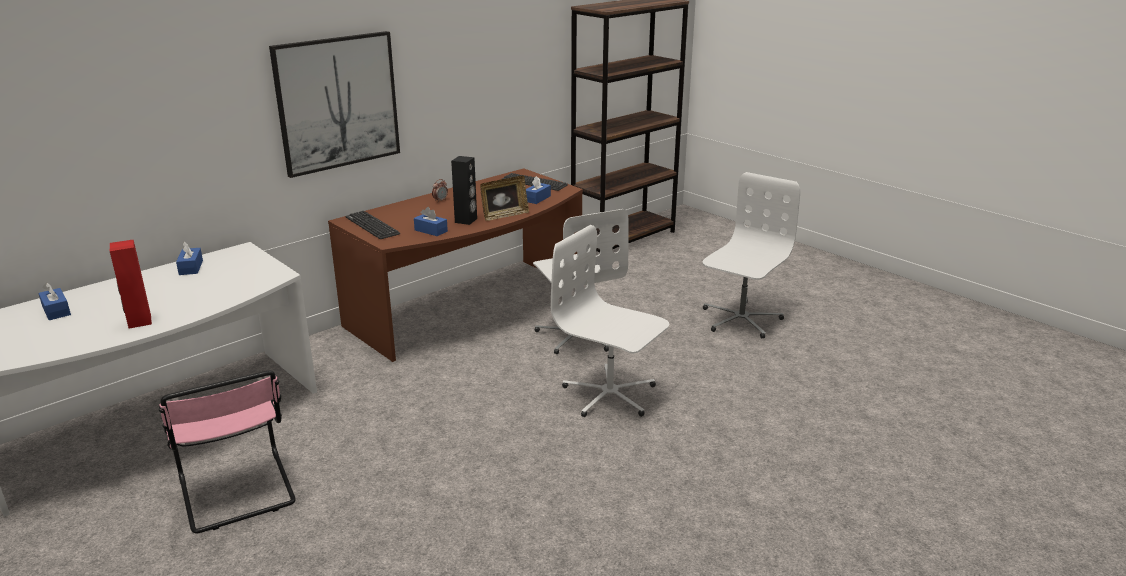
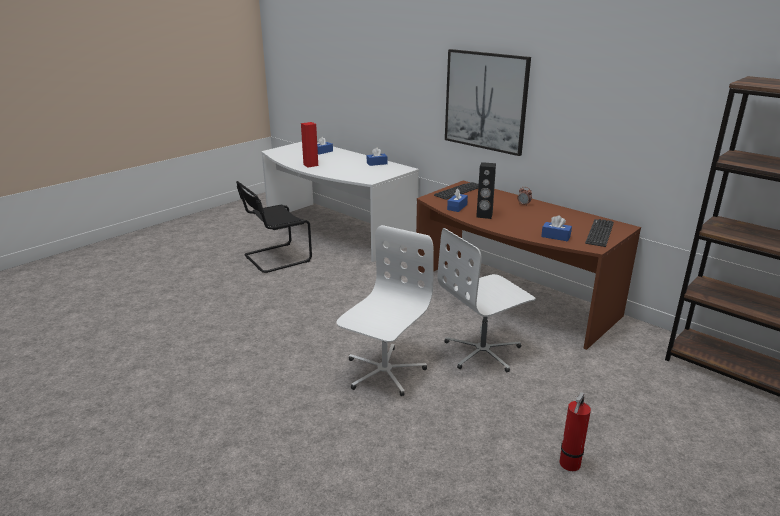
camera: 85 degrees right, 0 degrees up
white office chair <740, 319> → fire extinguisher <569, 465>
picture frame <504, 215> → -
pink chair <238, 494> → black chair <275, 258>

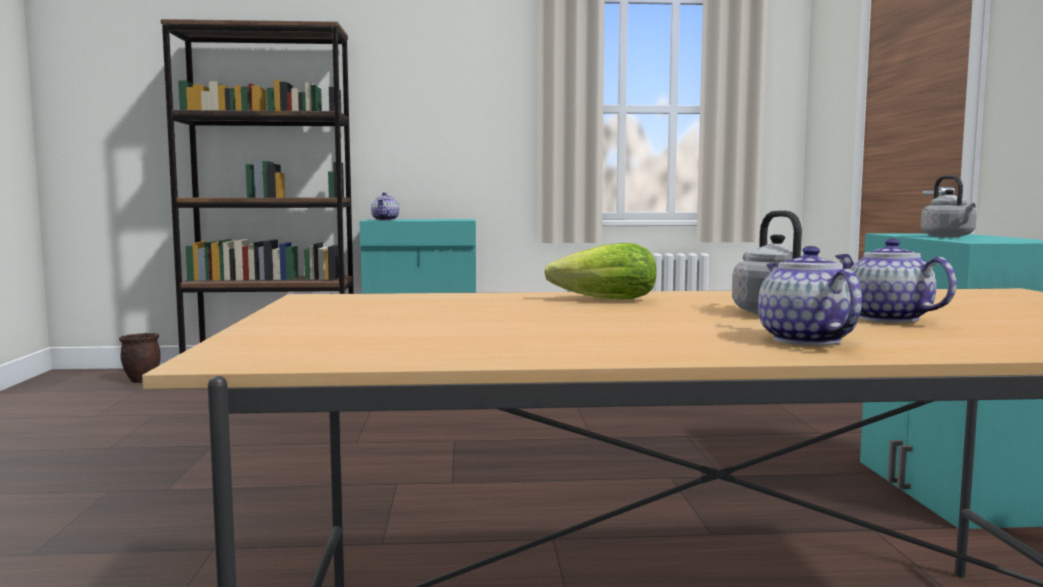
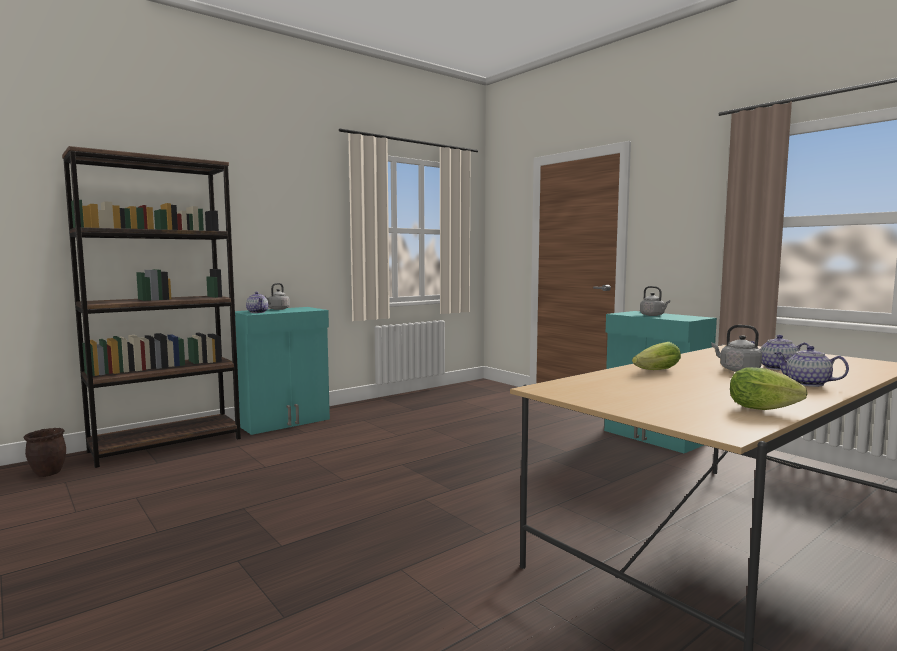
camera: 35 degrees left, 0 degrees up
- → grey kettle <277, 309>
- → lettuce <766, 409>

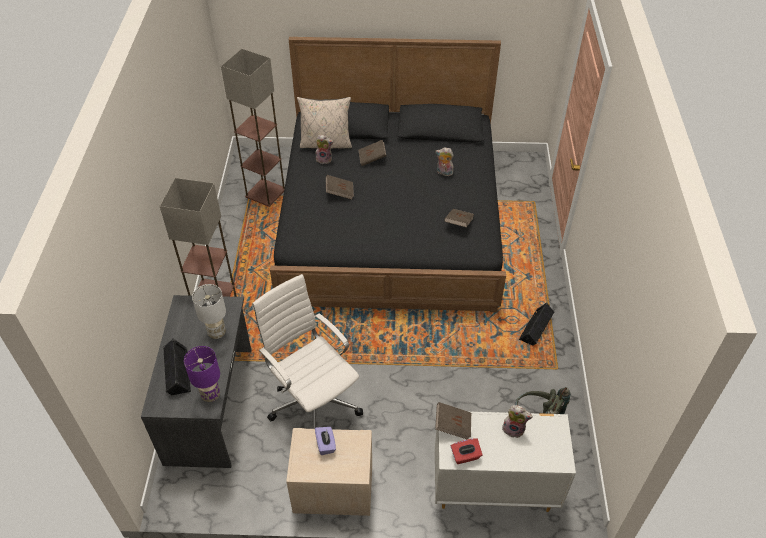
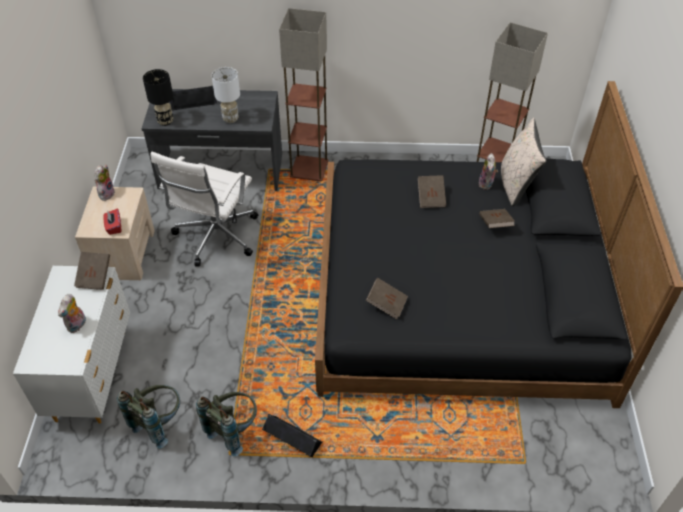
camera: 90 degrees right, 0 degrees up
plush toy <444, 173> → plush toy <106, 193>, relocated
white office chair <313, 401> → white office chair <215, 237>, 150 degrees clockwise
purple table lamp <211, 395> → black table lamp <165, 121>
purple tissue box <326, 444> → -
red tissue box <465, 456> → red tissue box <114, 227>, relocated
- → grey backpack <233, 429>

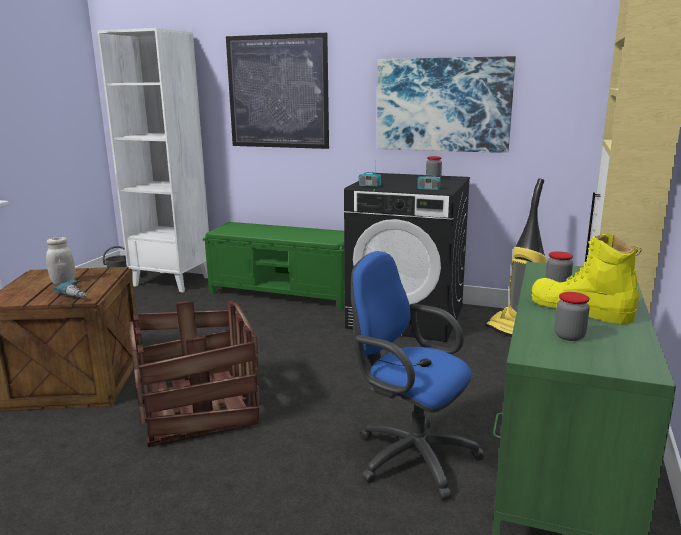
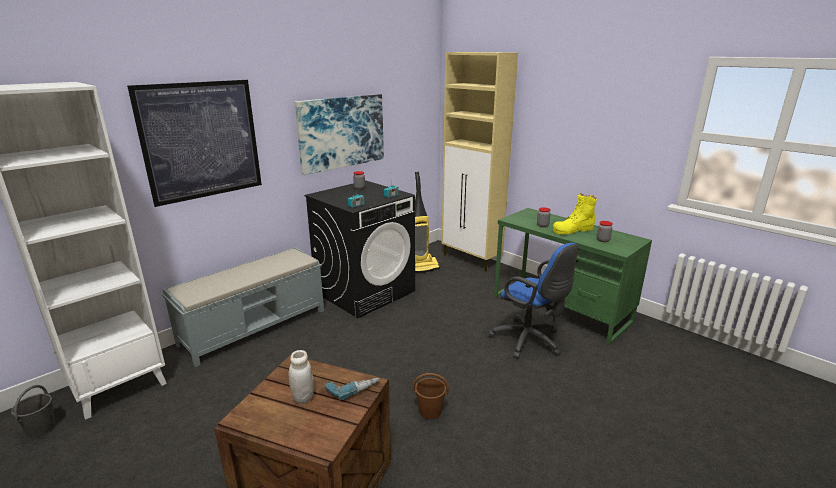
camera: 65 degrees left, 5 degrees up
green bench <284, 293> → grey bench <255, 326>
blue office chair <409, 455> → blue office chair <530, 342>, 105 degrees counterclockwise
crate <197, 409> → brown bucket <430, 411>

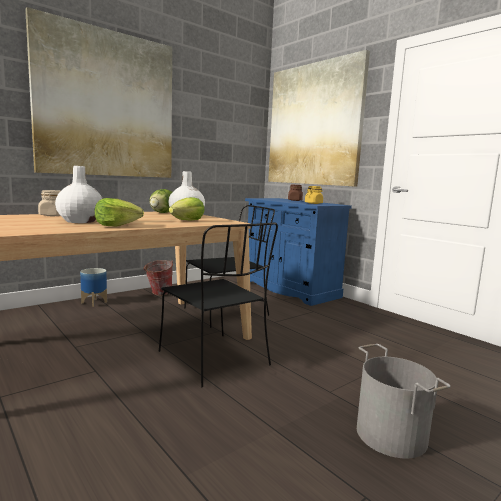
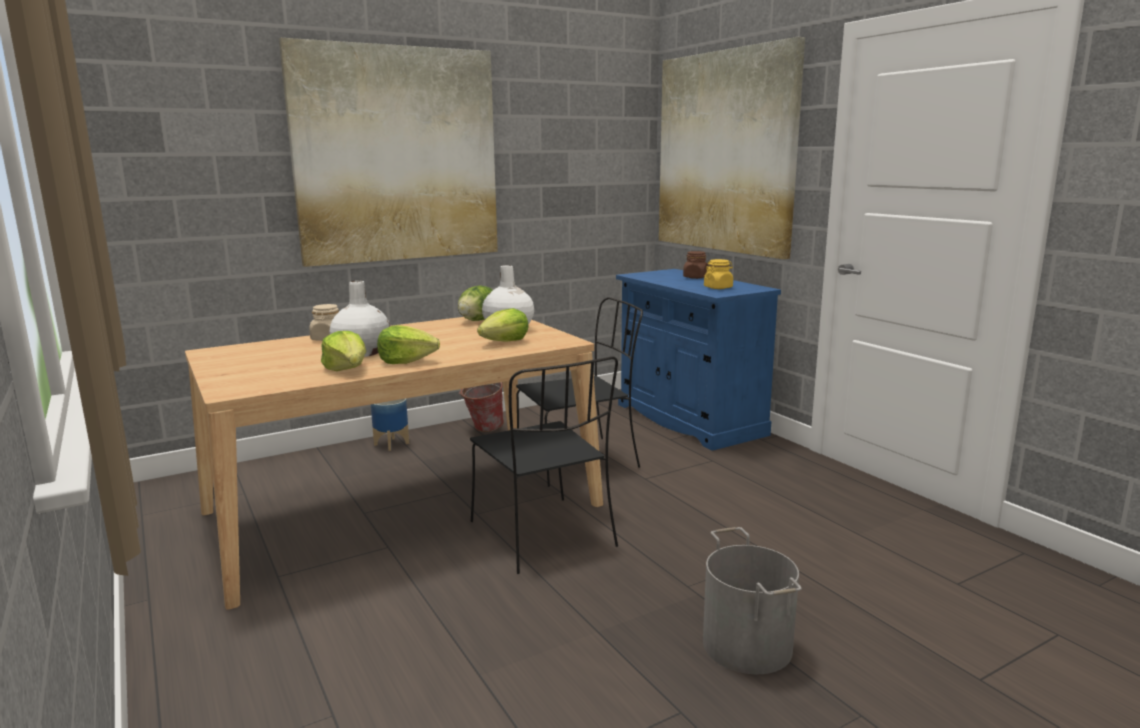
camera: 10 degrees right, 5 degrees up
- → lettuce <347, 369>

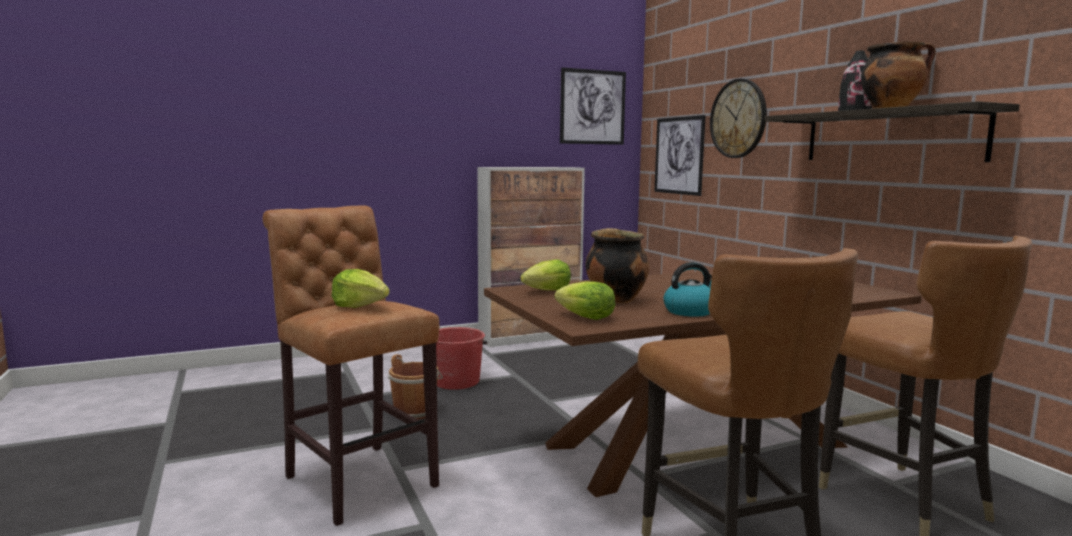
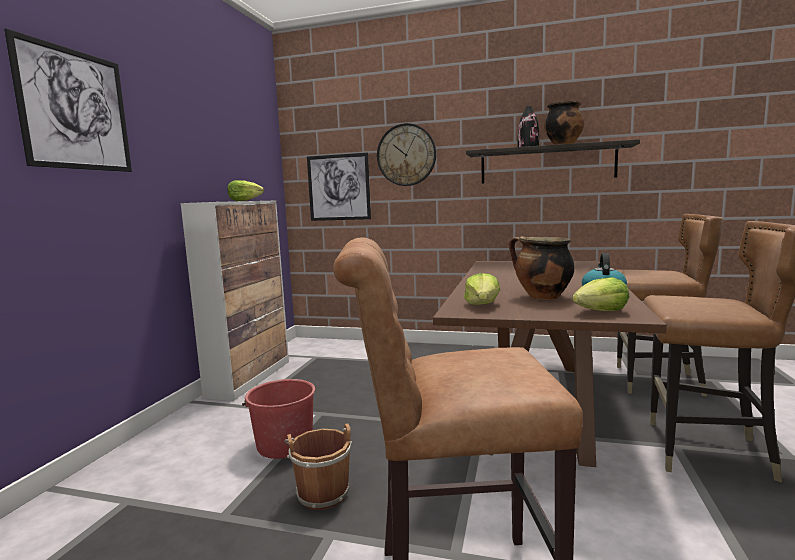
camera: 50 degrees left, 0 degrees up
picture <592, 107> → picture <75, 110>, relocated
lettuce <360, 306> → lettuce <244, 201>, relocated

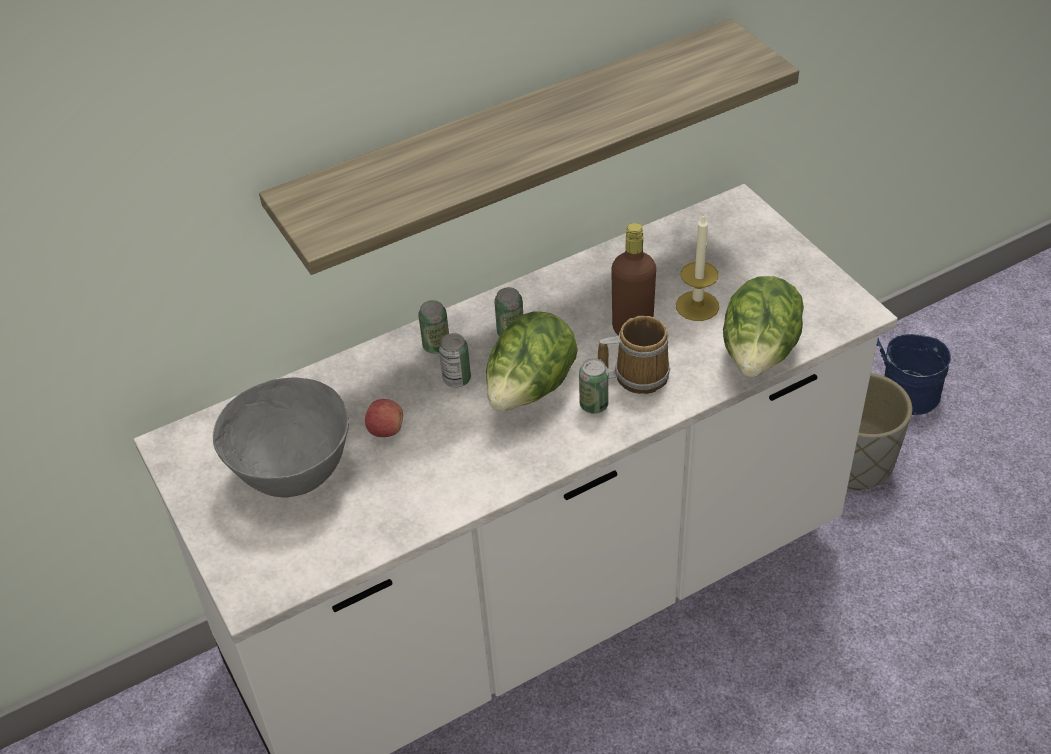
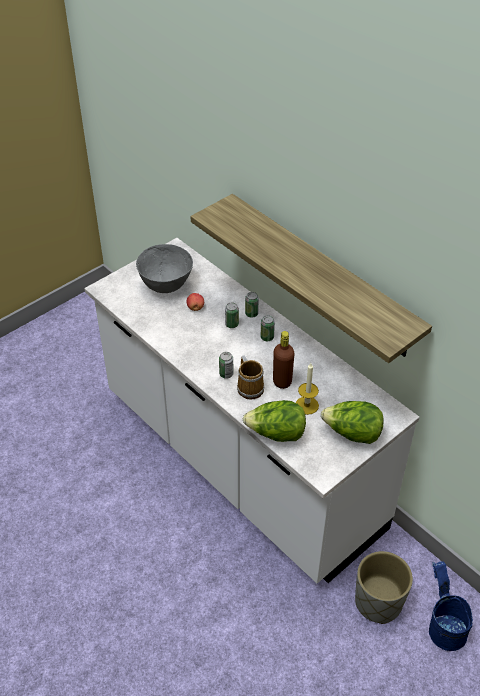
camera: 75 degrees right, 0 degrees up
lettuce <530, 390> → lettuce <352, 434>, relocated

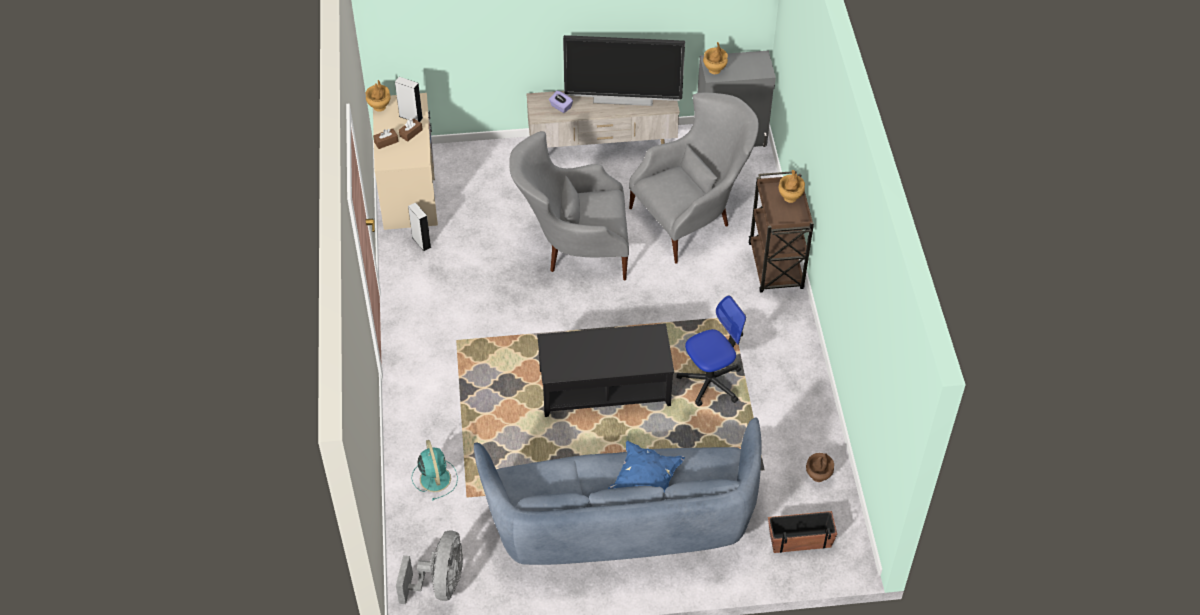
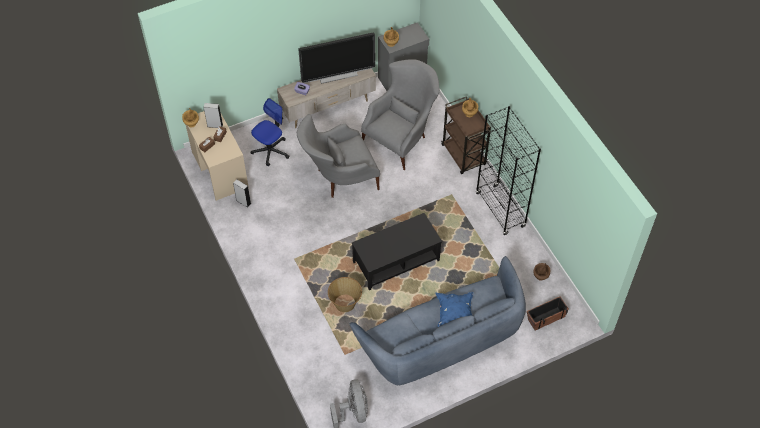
camera: 20 degrees left, 5 degrees up
office chair <710, 381> → office chair <270, 150>, relocated
turquoise fan <435, 477> → -
- → black bookcase <500, 210>
- → basket <345, 303>

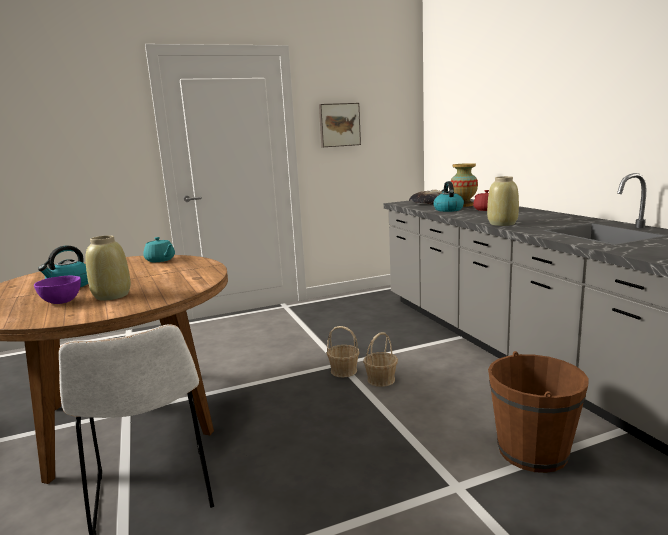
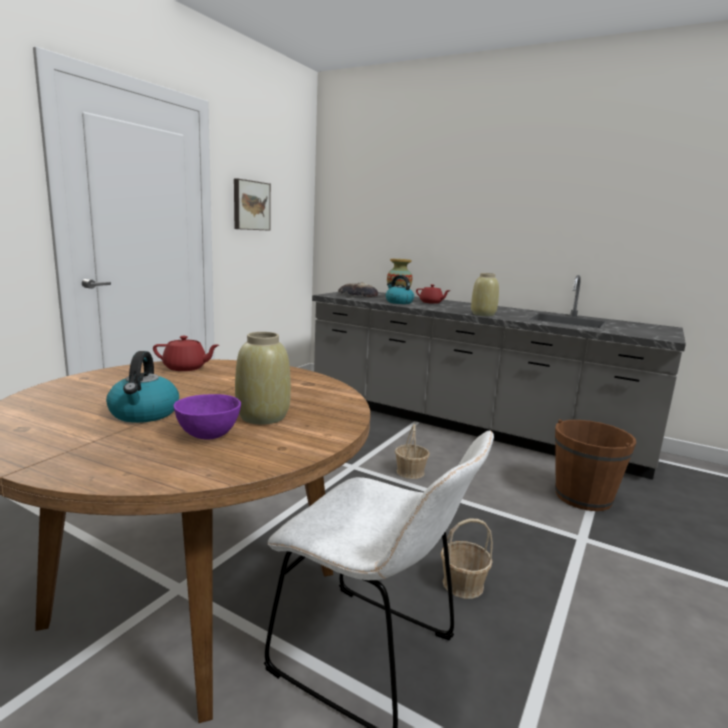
camera: 40 degrees left, 0 degrees up
turquoise teapot <160, 260> → red teapot <186, 368>
basket <343, 371> → basket <462, 584>, relocated

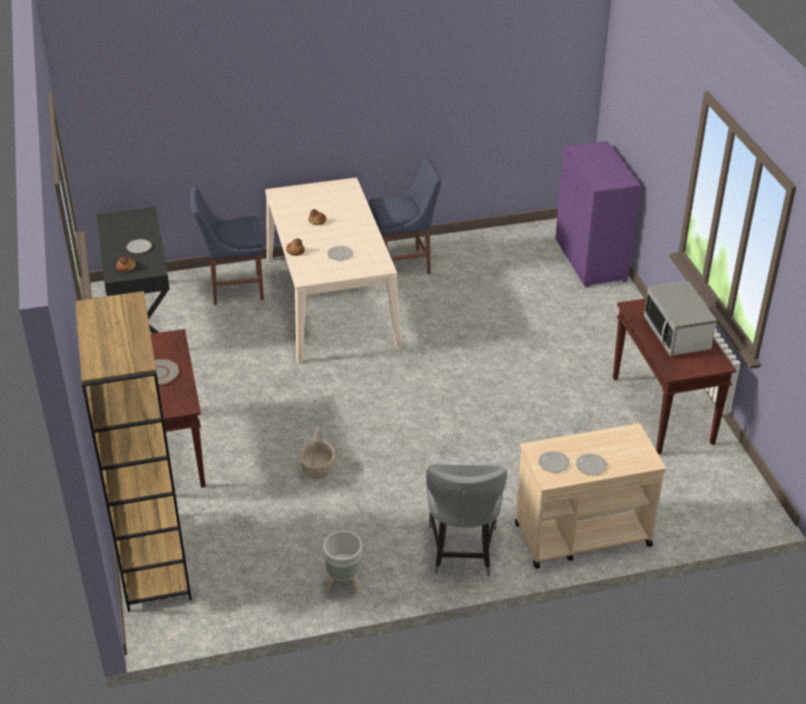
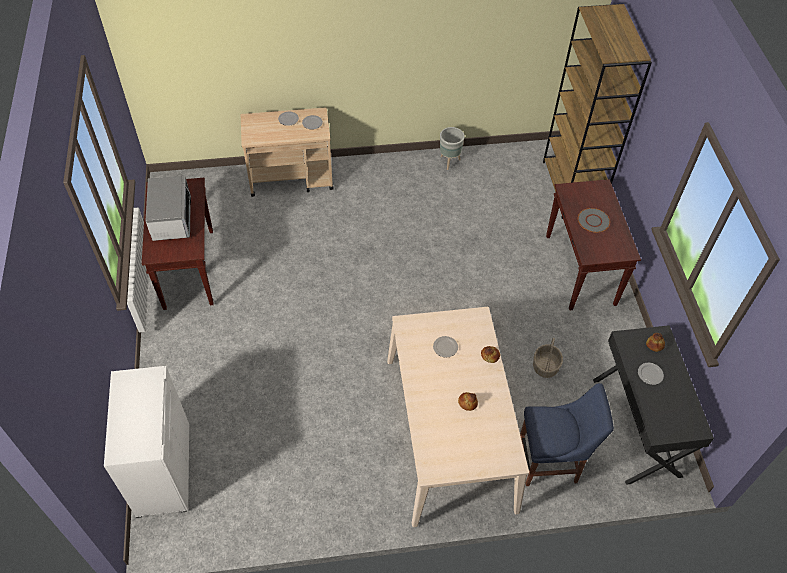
camera: 175 degrees left, 15 degrees up
purple cabinet <591, 260> → white cabinet <162, 469>
blue chair <405, 264> → -
basket <318, 468> → basket <545, 367>, relocated
grey chair <462, 551> → -

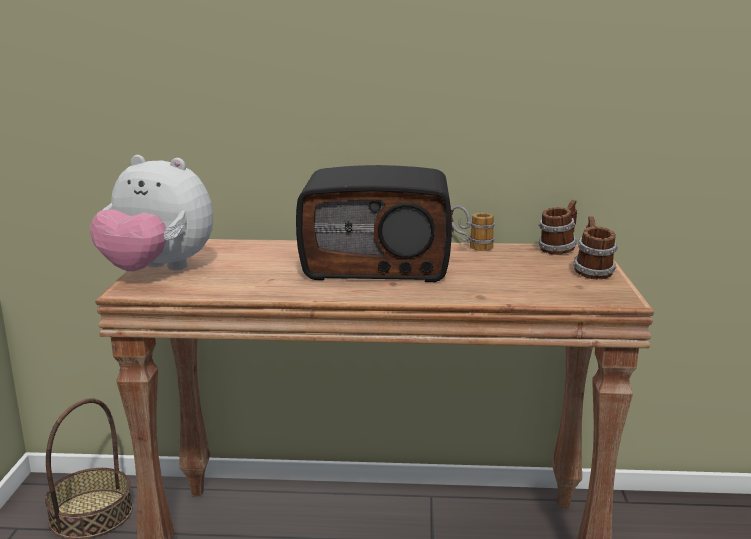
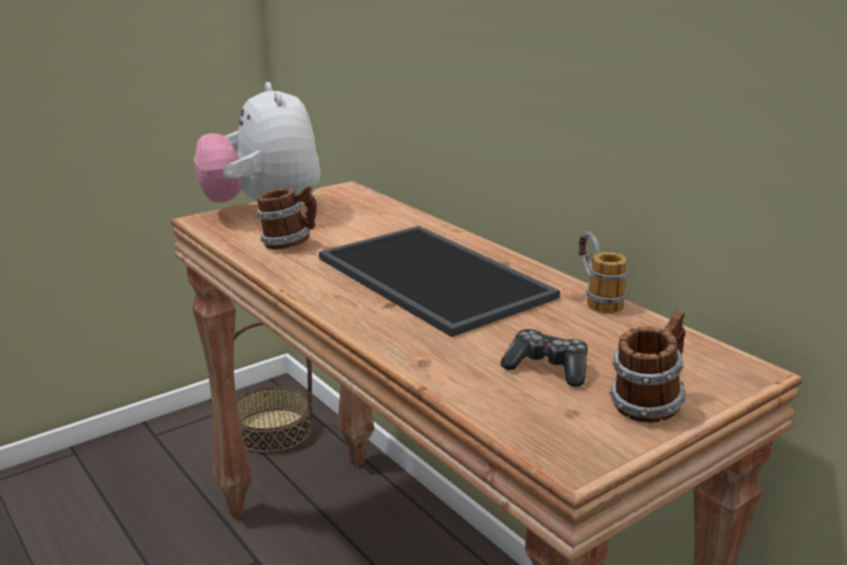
camera: 50 degrees right, 5 degrees up
radio <377, 264> → tray <437, 277>
mug <557, 249> → mug <289, 244>, relocated
- → game controller <547, 368>

